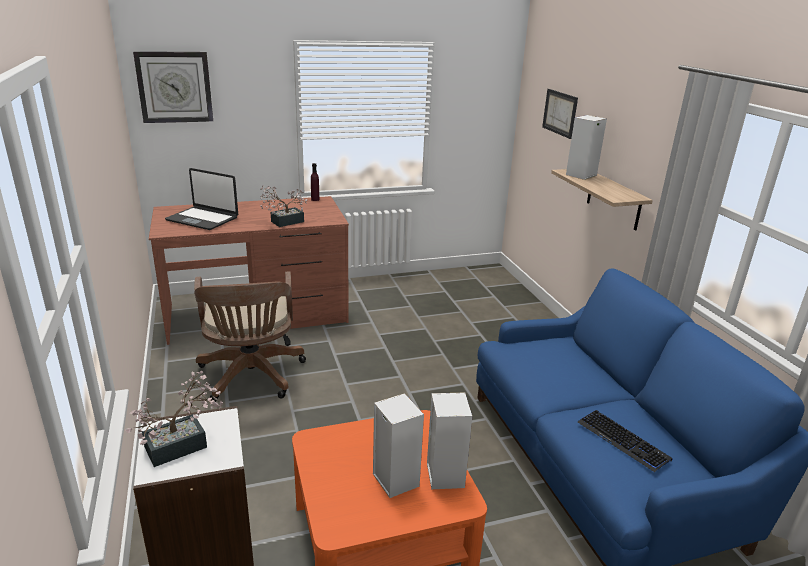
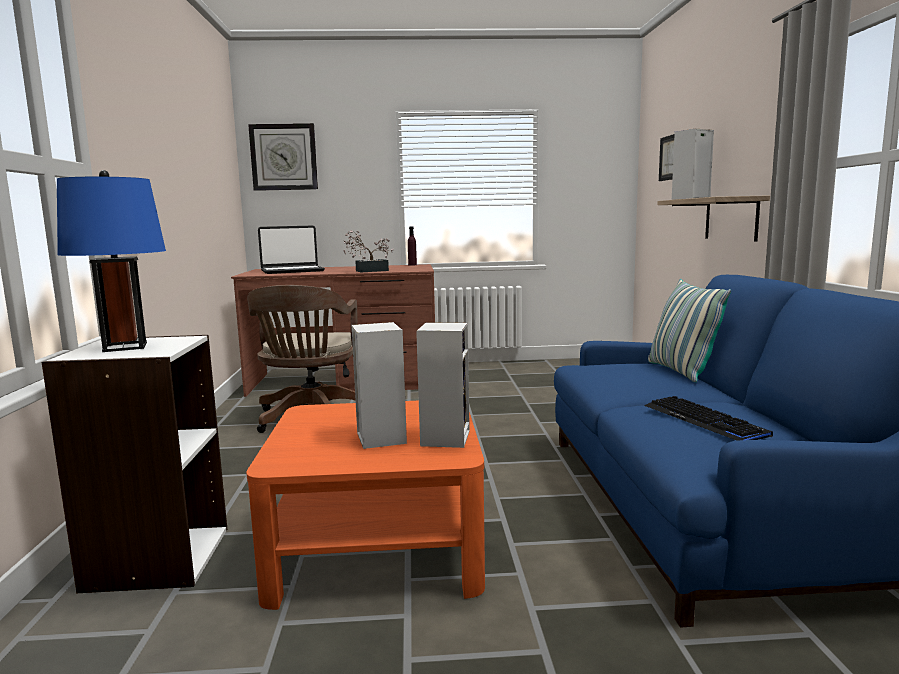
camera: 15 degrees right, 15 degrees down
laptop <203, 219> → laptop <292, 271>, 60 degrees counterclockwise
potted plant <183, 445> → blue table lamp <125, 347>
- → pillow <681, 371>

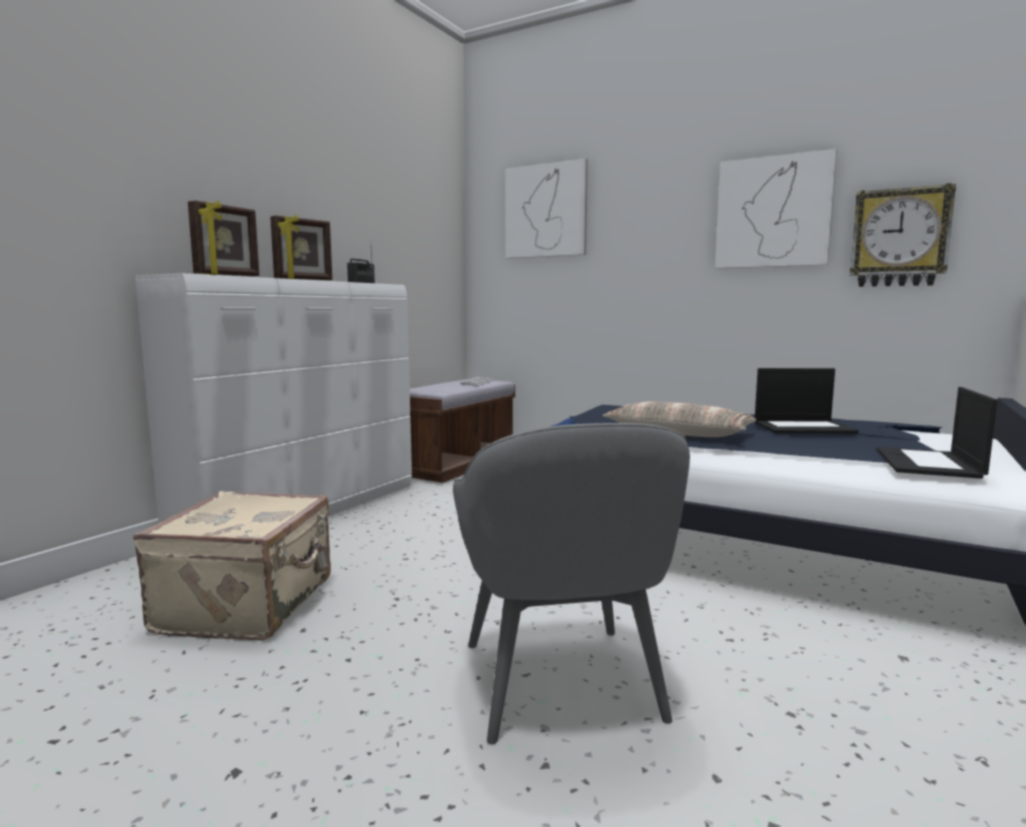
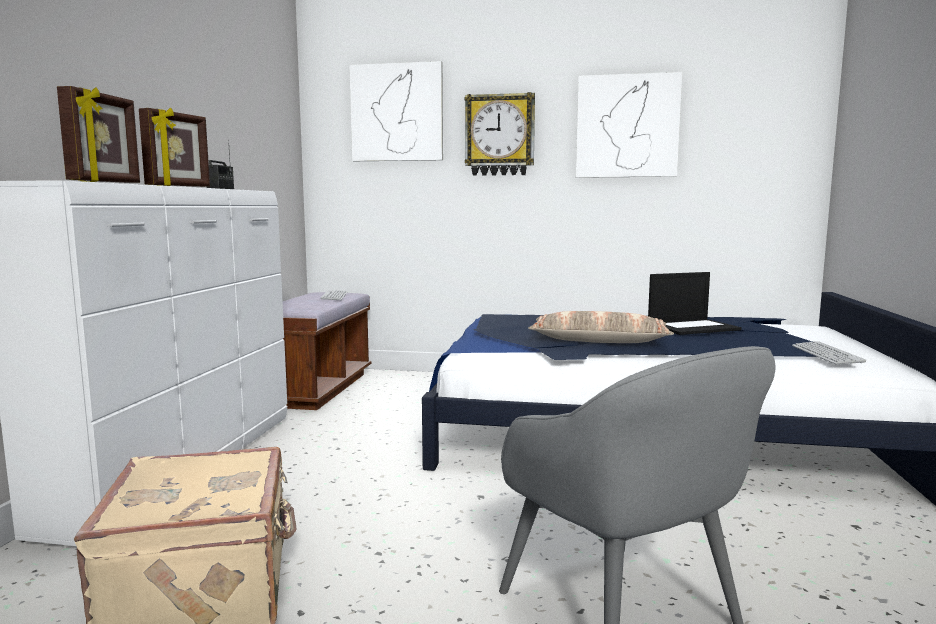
camera: 20 degrees left, 0 degrees up
wall clock <899, 238> → wall clock <500, 135>, relocated
laptop <929, 464> → keyboard <826, 354>

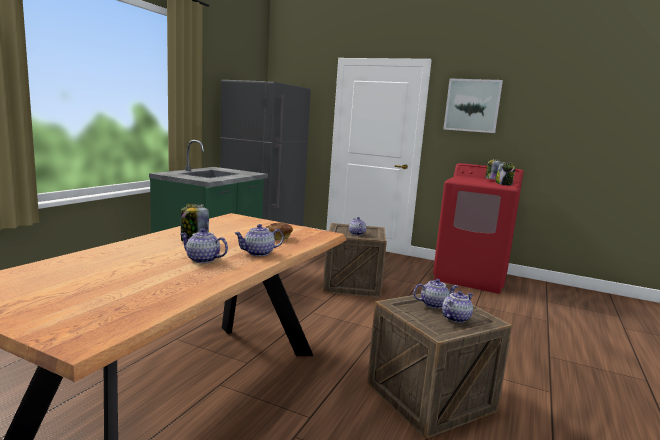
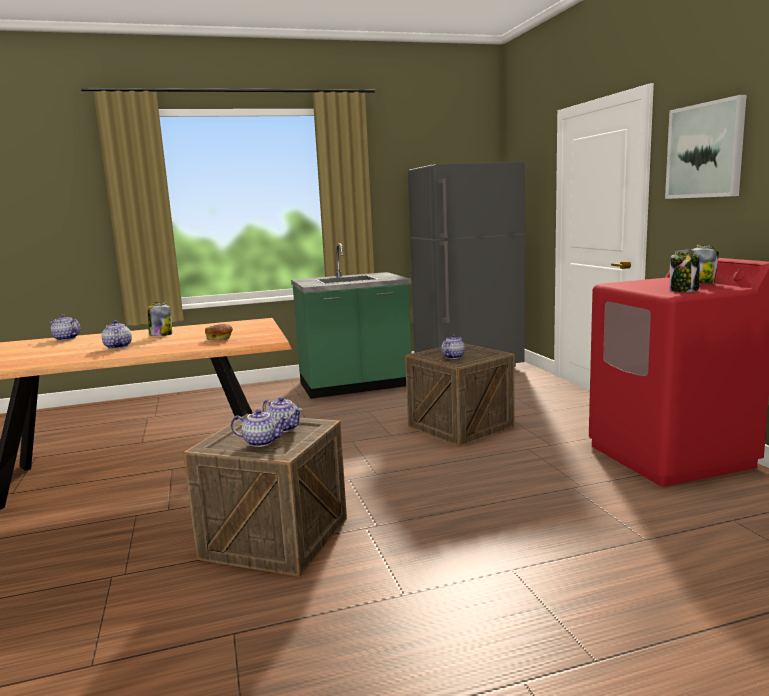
camera: 50 degrees right, 0 degrees up
teapot <258, 253> → teapot <66, 339>, relocated

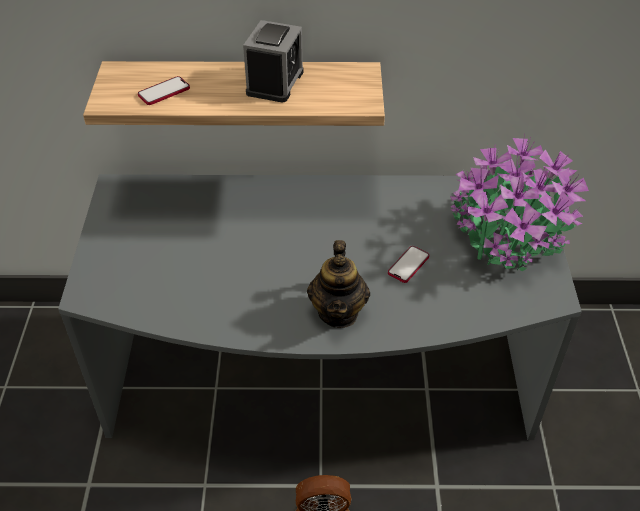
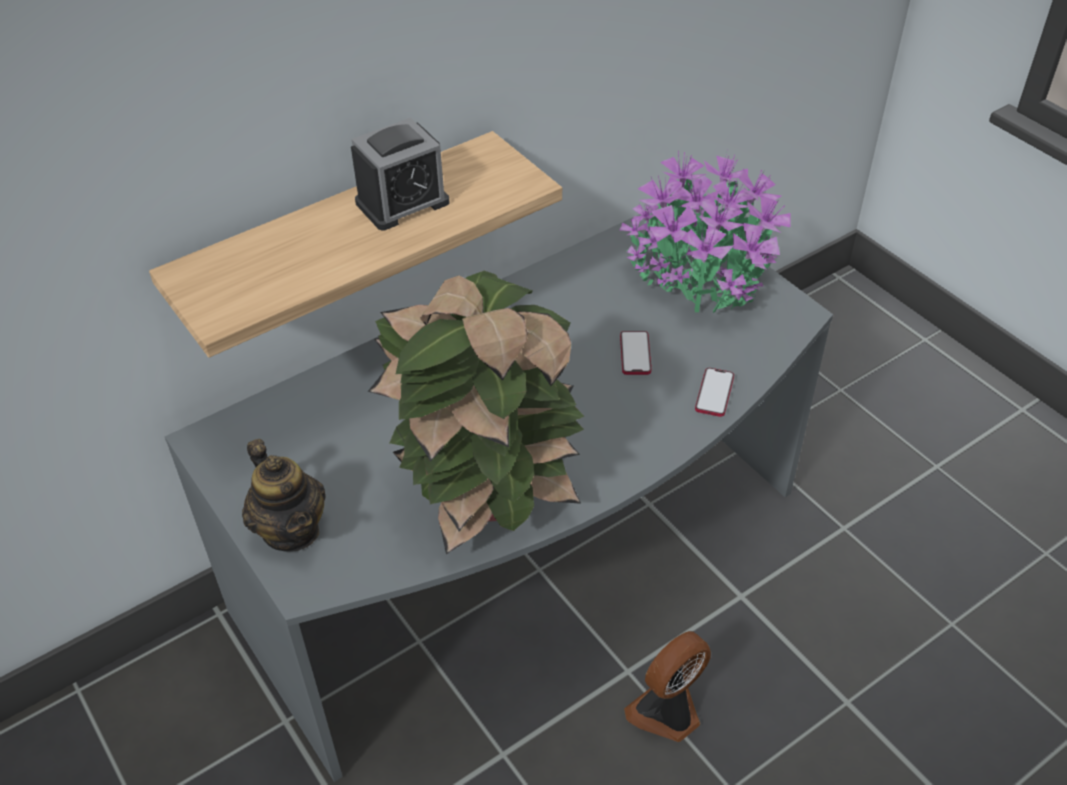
camera: 35 degrees left, 0 degrees up
alarm clock <275, 82> → alarm clock <402, 203>, 75 degrees clockwise
phone <164, 92> → phone <714, 393>, relocated
teapot <338, 312> → teapot <291, 530>, relocated
- → potted plant <485, 496>

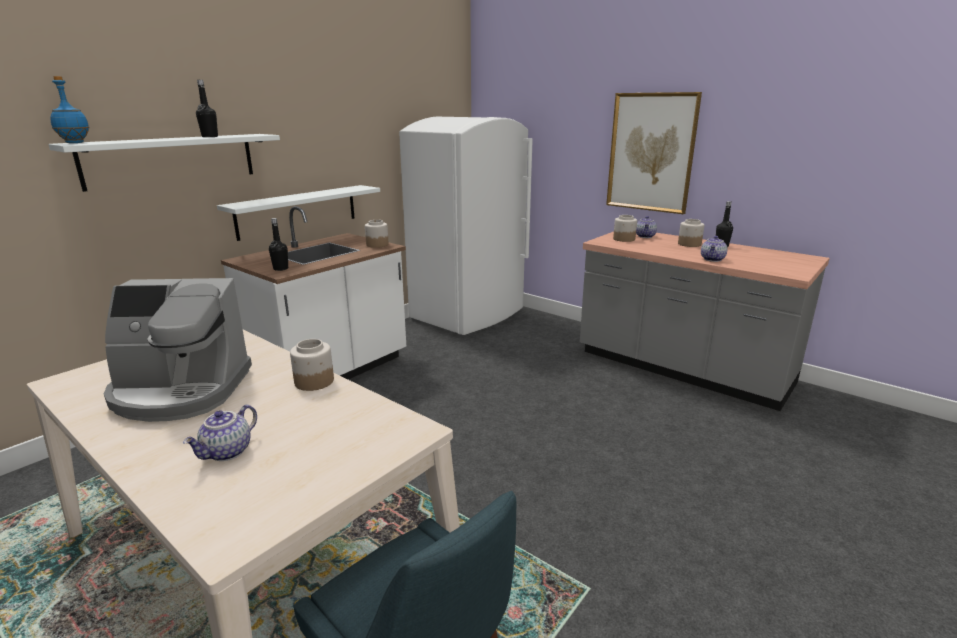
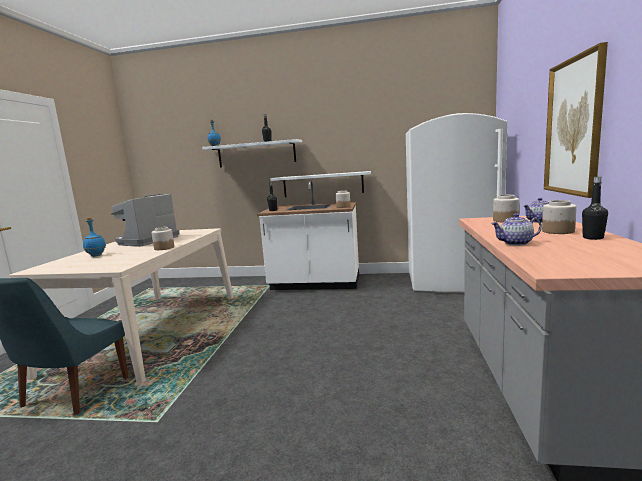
camera: 60 degrees right, 10 degrees down
coffee machine <181, 391> → coffee machine <146, 241>, 60 degrees clockwise
teapot <227, 452> → blue bottle <96, 255>

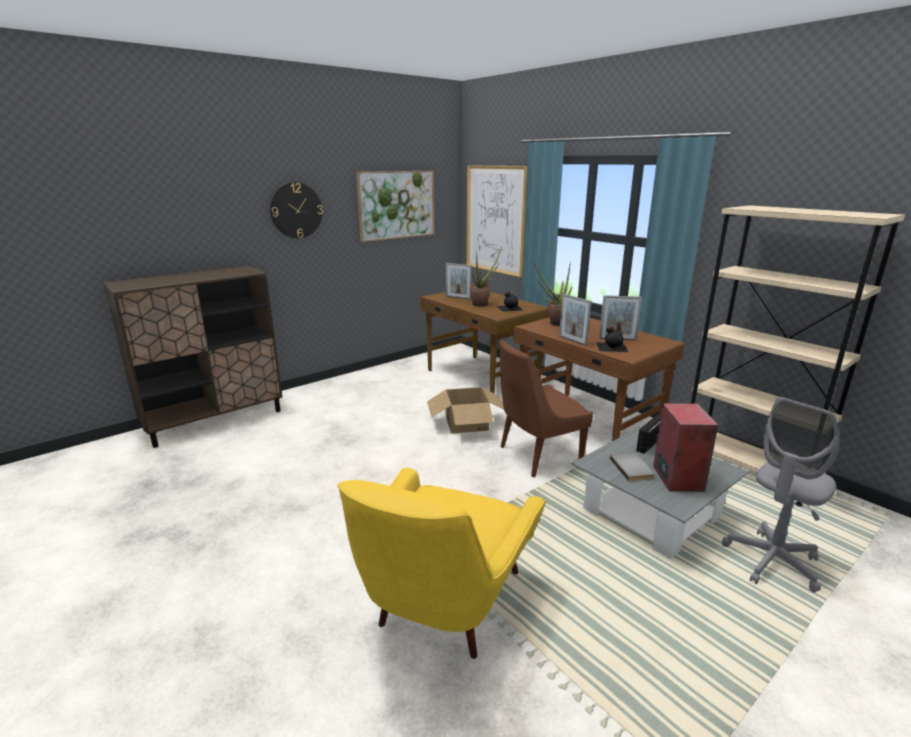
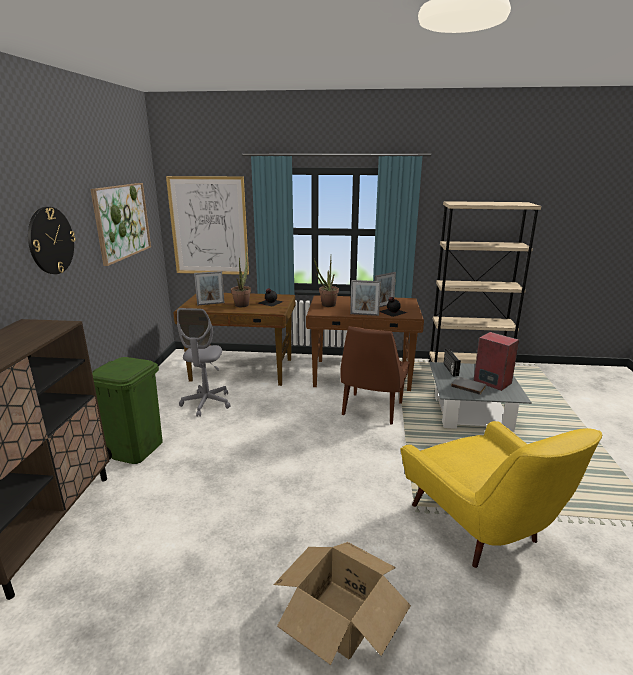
camera: 45 degrees left, 0 degrees up
cardboard box <466, 423> → cardboard box <339, 616>, relocated
grey office chair <771, 561> → grey office chair <206, 403>, relocated
- → green trash can <136, 449>

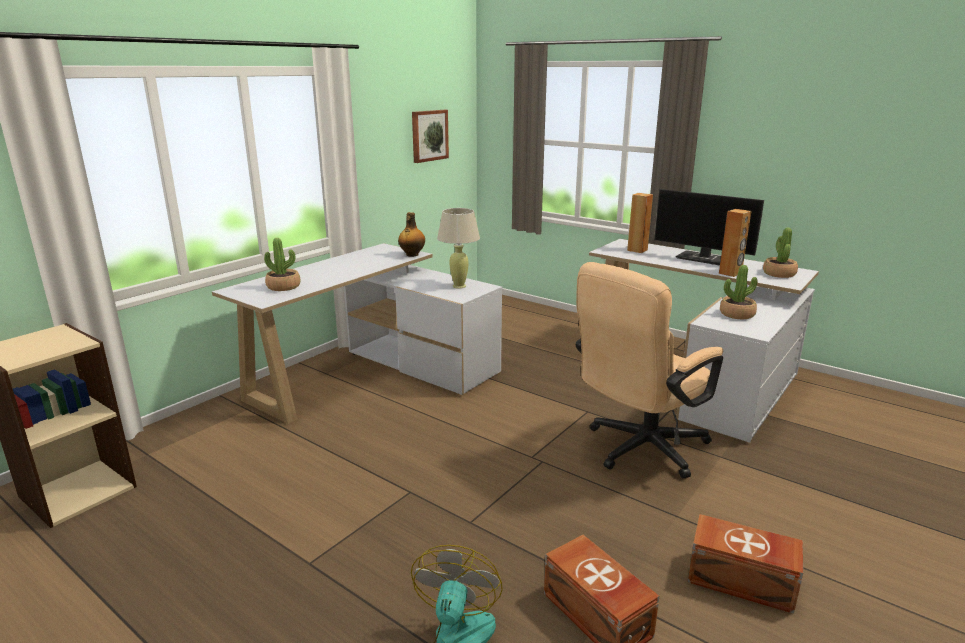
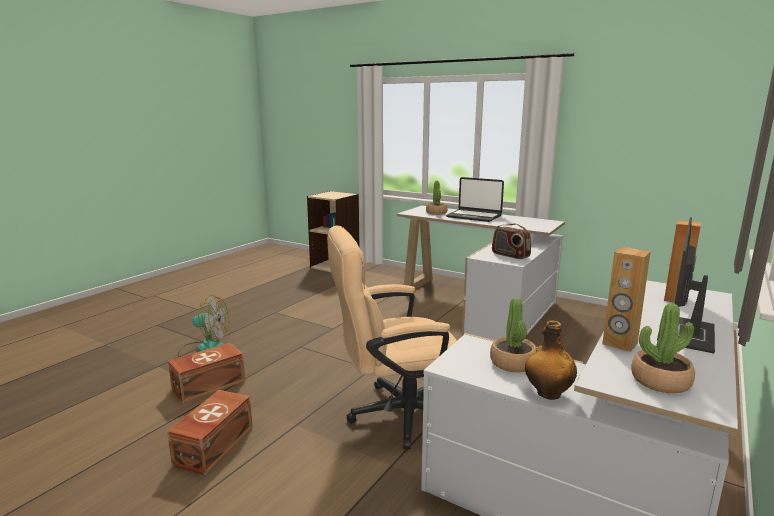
camera: 85 degrees right, 5 degrees down
picture <429, 135> → -
beige table lamp <459, 286> → radio <510, 255>
bottle <412, 255> → bottle <547, 393>, relocated
beige office chair <639, 450> → beige office chair <395, 414>, 60 degrees counterclockwise
- → laptop <474, 216>

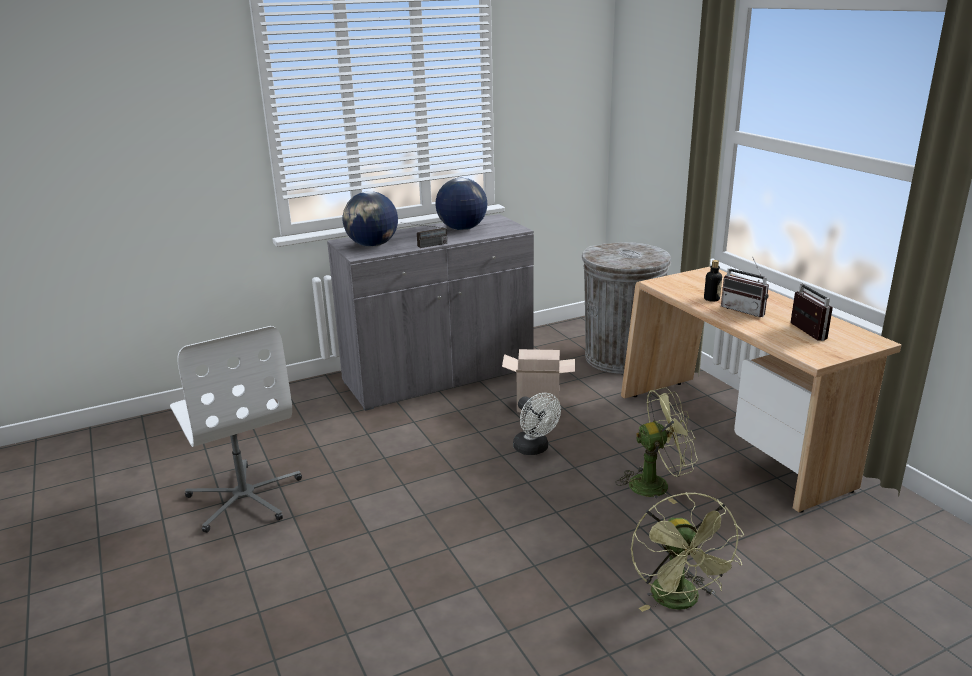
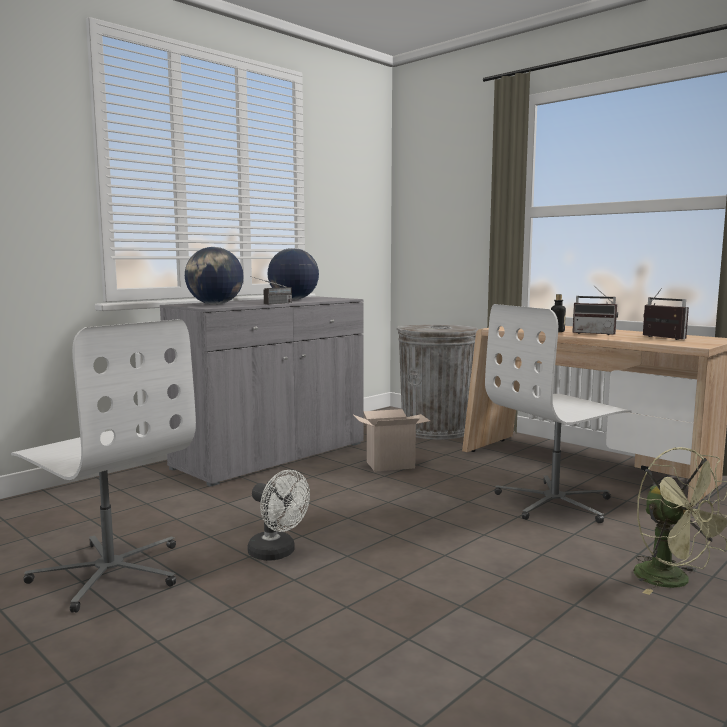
camera: 20 degrees left, 15 degrees down
green fan <656, 484> → white office chair <555, 503>
white fan <534, 449> → white fan <277, 553>, relocated

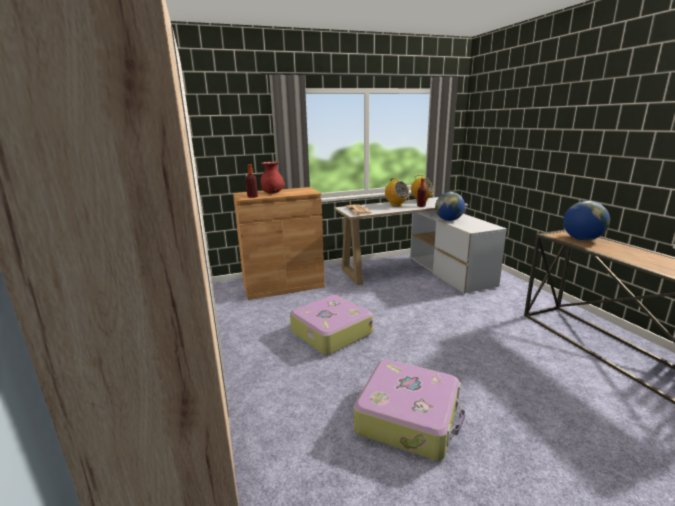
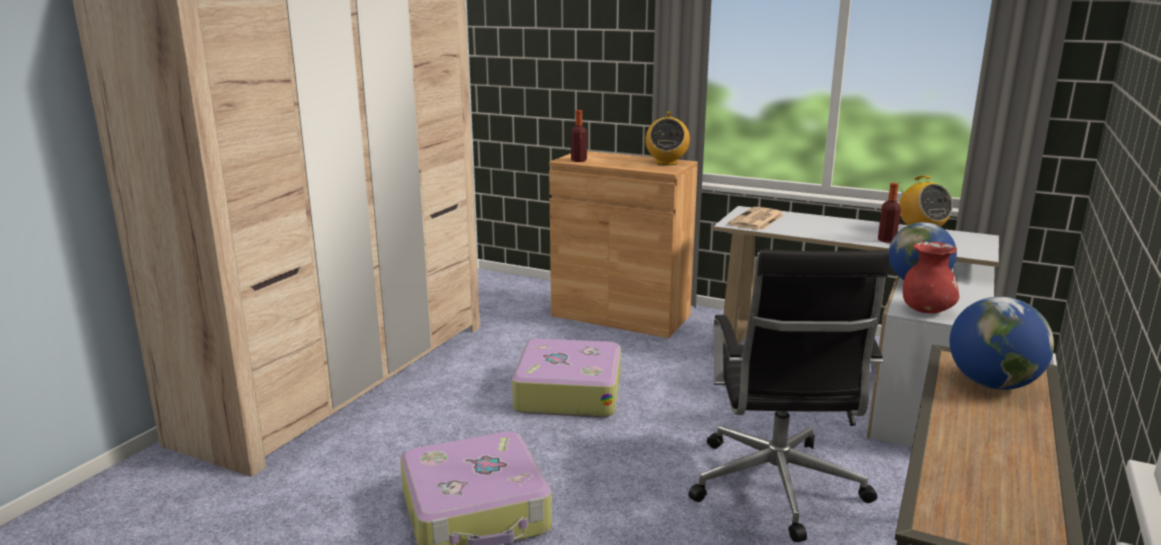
camera: 45 degrees right, 0 degrees up
red vase <272, 193> → red vase <926, 310>, relocated
radio <396, 205> → radio <666, 163>, relocated
- → black office chair <776, 488>

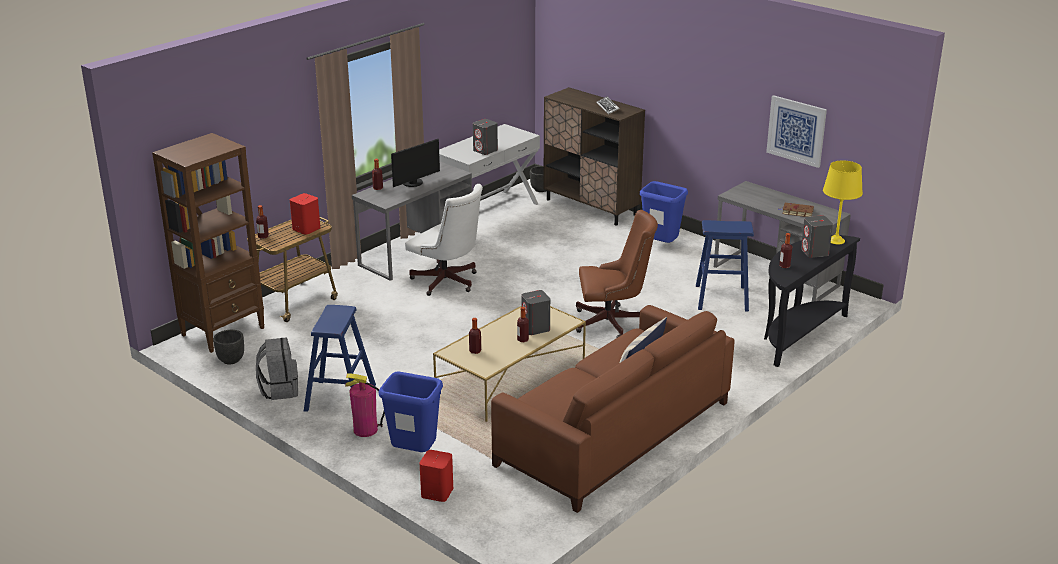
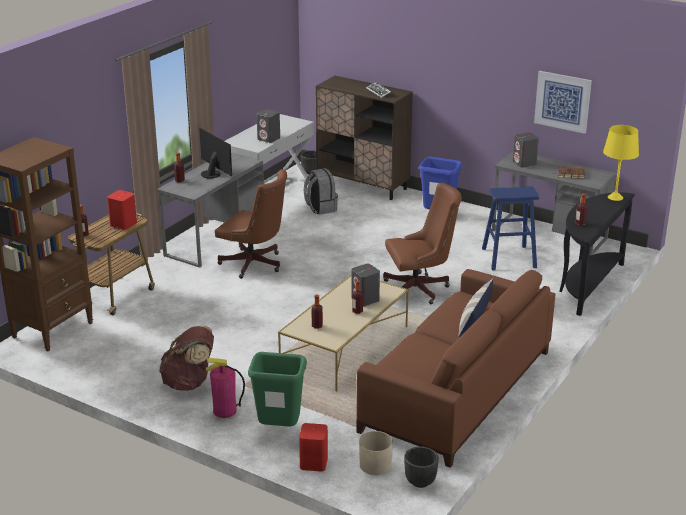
camera: 10 degrees left, 0 degrees up
monitor <414, 183> → monitor <212, 174>, 75 degrees counterclockwise
white office chair <448, 283> → brown office chair <255, 265>
grey speaker <814, 252> → grey speaker <524, 163>, relocated
blue stool <340, 398> → brown backpack <190, 383>
black planter <231, 360> → black planter <420, 482>, relocated
grey backpack <279, 389> → grey backpack <320, 208>, relocated
blue trash can <414, 454> → green trash can <280, 429>
- → beige planter <375, 465>

